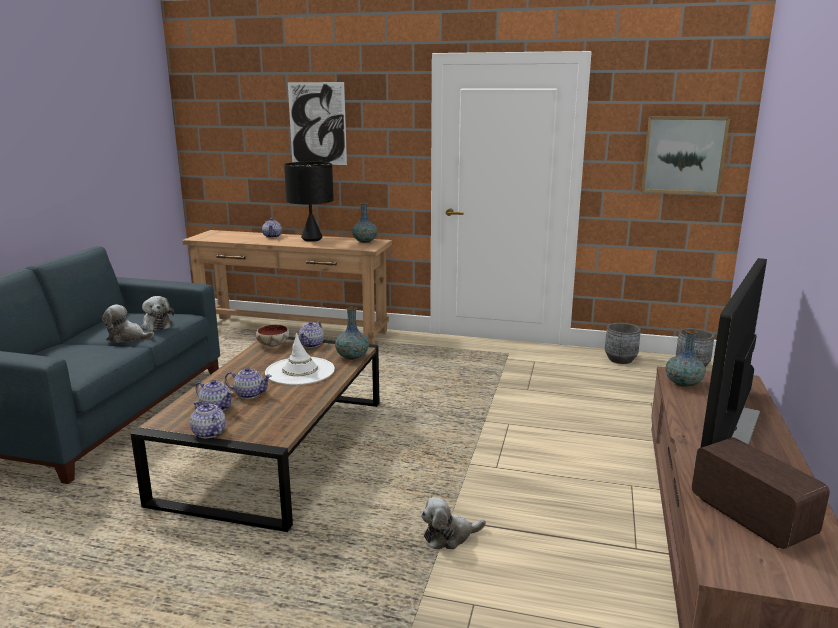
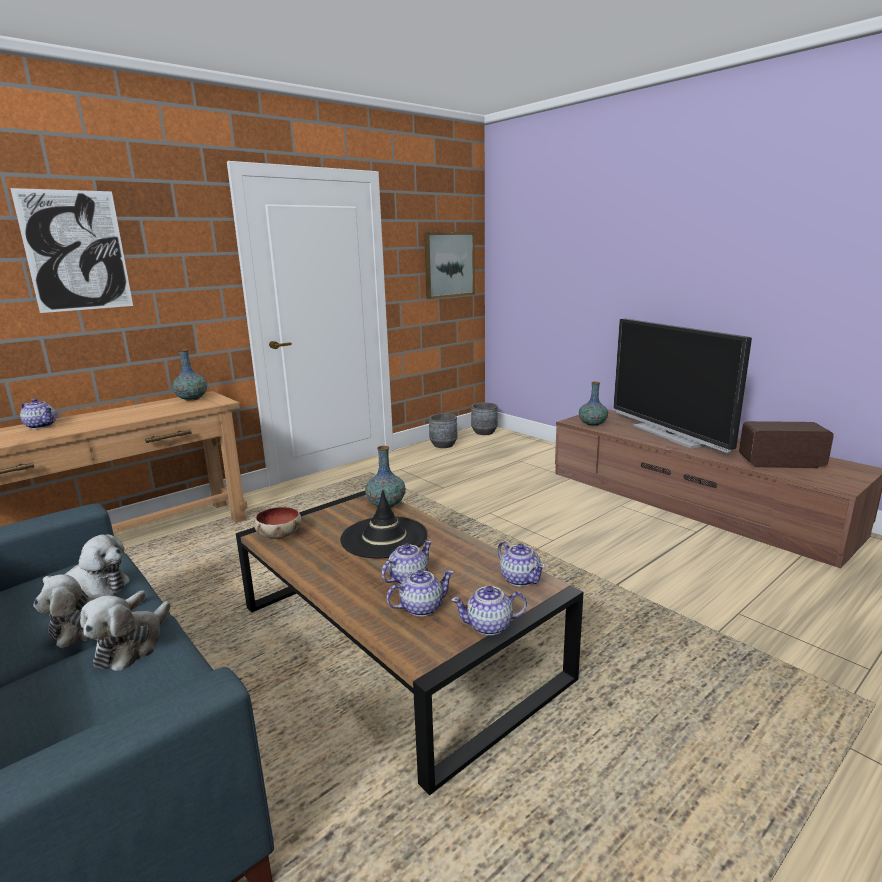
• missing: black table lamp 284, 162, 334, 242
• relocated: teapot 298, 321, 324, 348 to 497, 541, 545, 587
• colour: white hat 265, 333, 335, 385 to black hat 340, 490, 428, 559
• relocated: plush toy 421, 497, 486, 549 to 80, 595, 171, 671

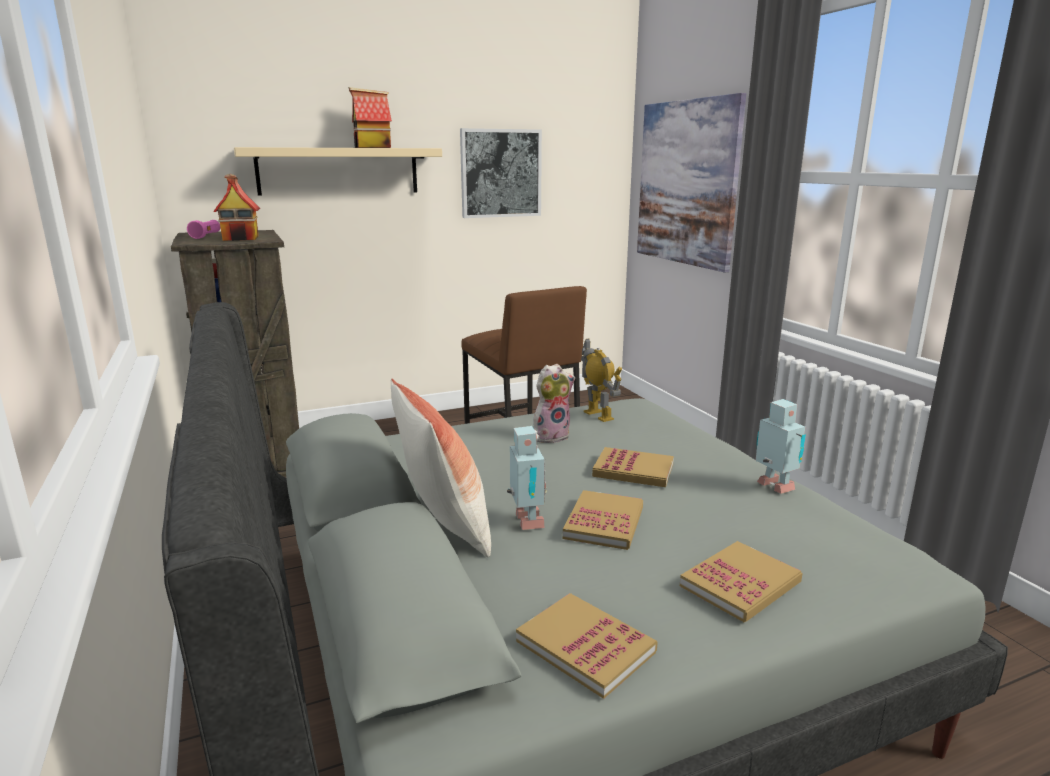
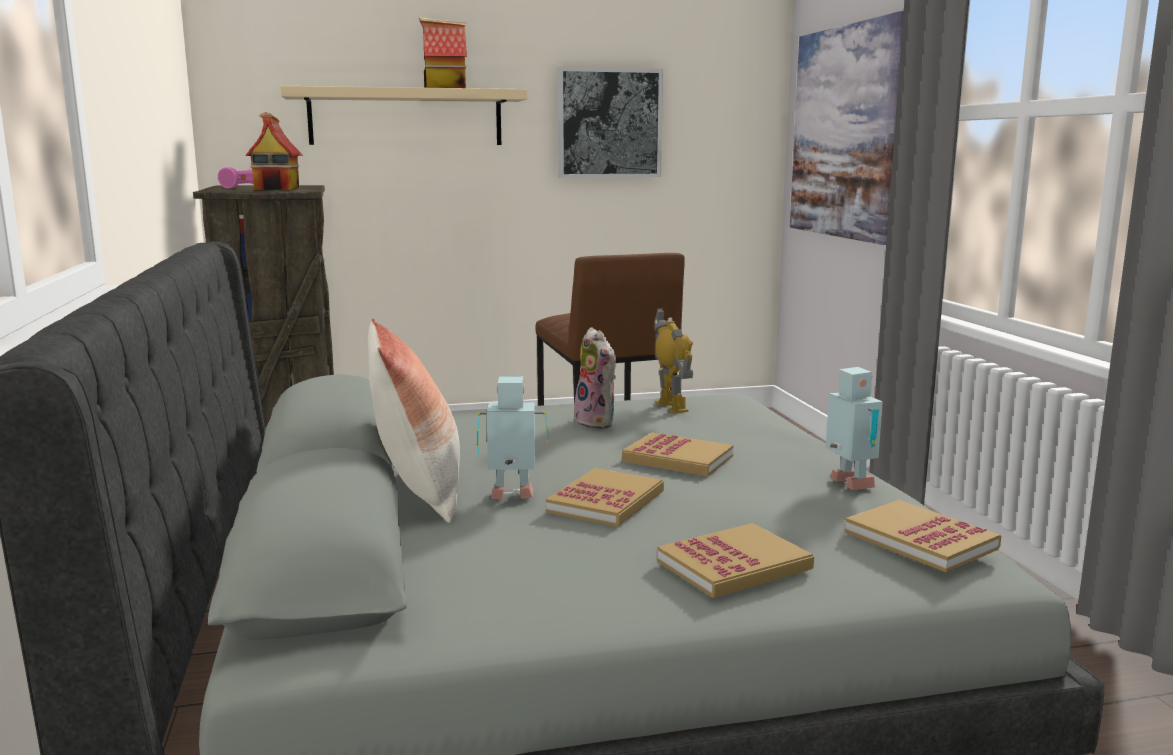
• spun: plush toy 533, 364, 575, 443 = 574, 327, 616, 429 75 degrees clockwise
• spun: toy robot 507, 426, 547, 530 = 477, 376, 548, 499 90 degrees counterclockwise
• relocated: book 516, 593, 658, 699 to 845, 500, 1001, 572

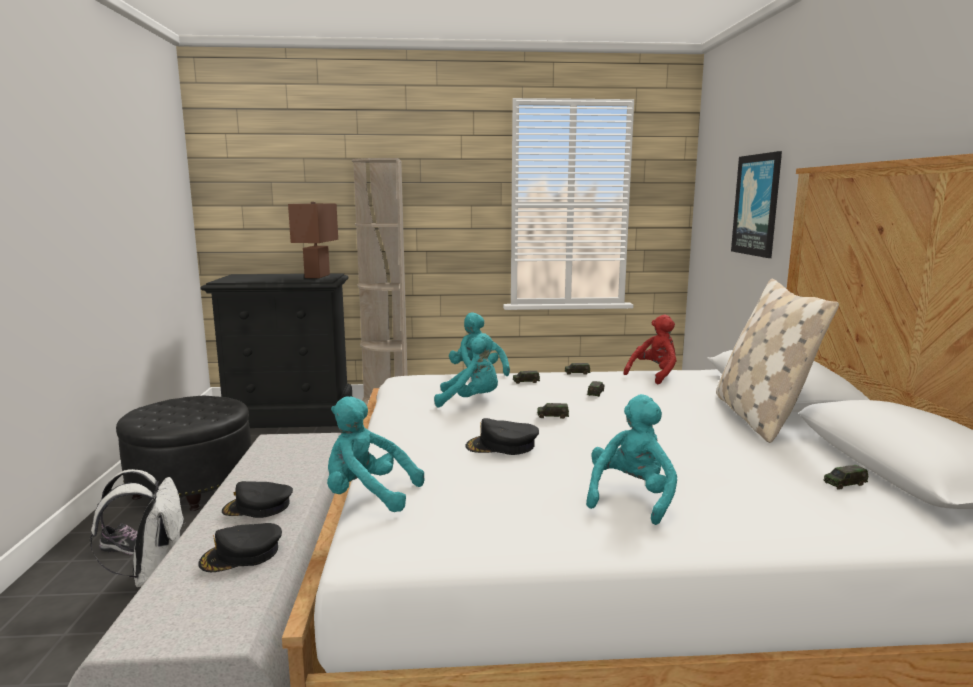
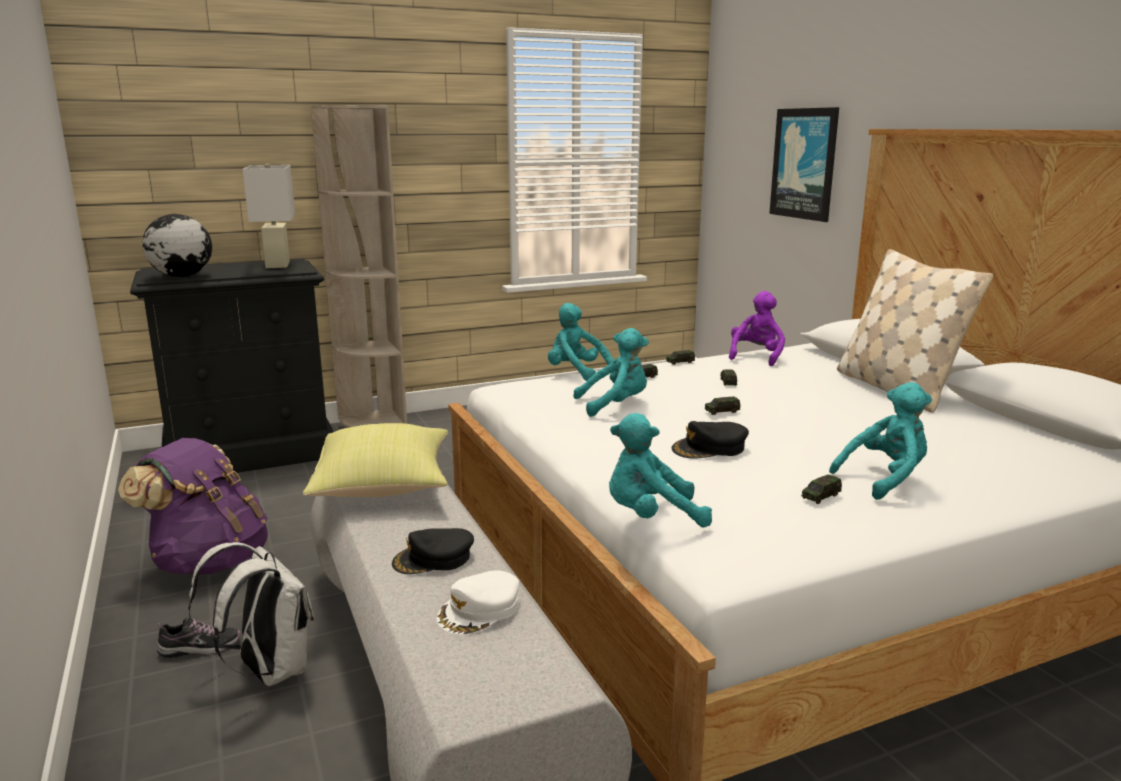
• colour: brown table lamp 288, 202, 338, 278 to white table lamp 243, 164, 295, 268
• colour: red plush toy 623, 315, 676, 384 to purple plush toy 729, 291, 785, 366
• spun: turquoise plush toy 586, 394, 677, 525 = 829, 382, 932, 500 60 degrees clockwise
• exchanged: black ottoman 116, 396, 251, 511 to purple backpack 118, 438, 268, 574
• relocated: toy car 823, 465, 868, 490 to 801, 474, 842, 504
• colour: black cap 198, 523, 282, 572 to white cap 436, 570, 519, 635
• appeared: globe 142, 214, 212, 277
• appeared: yellow pillow 303, 423, 448, 497

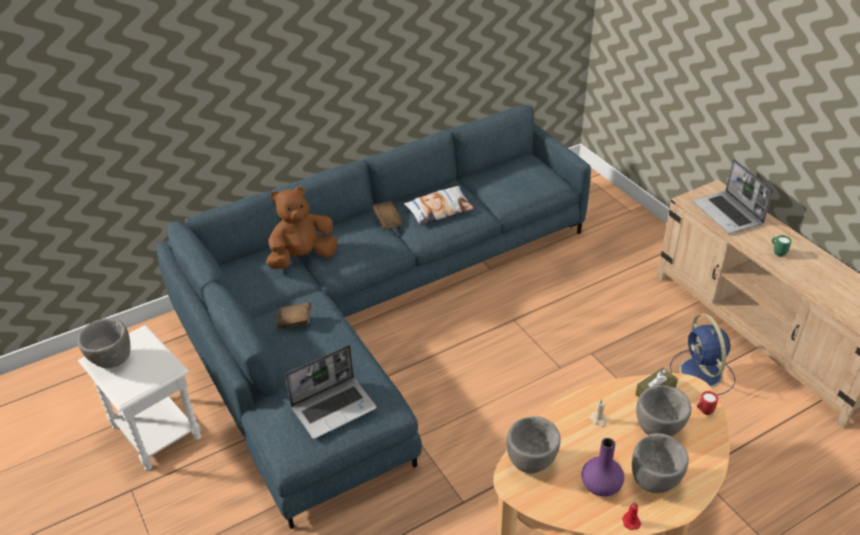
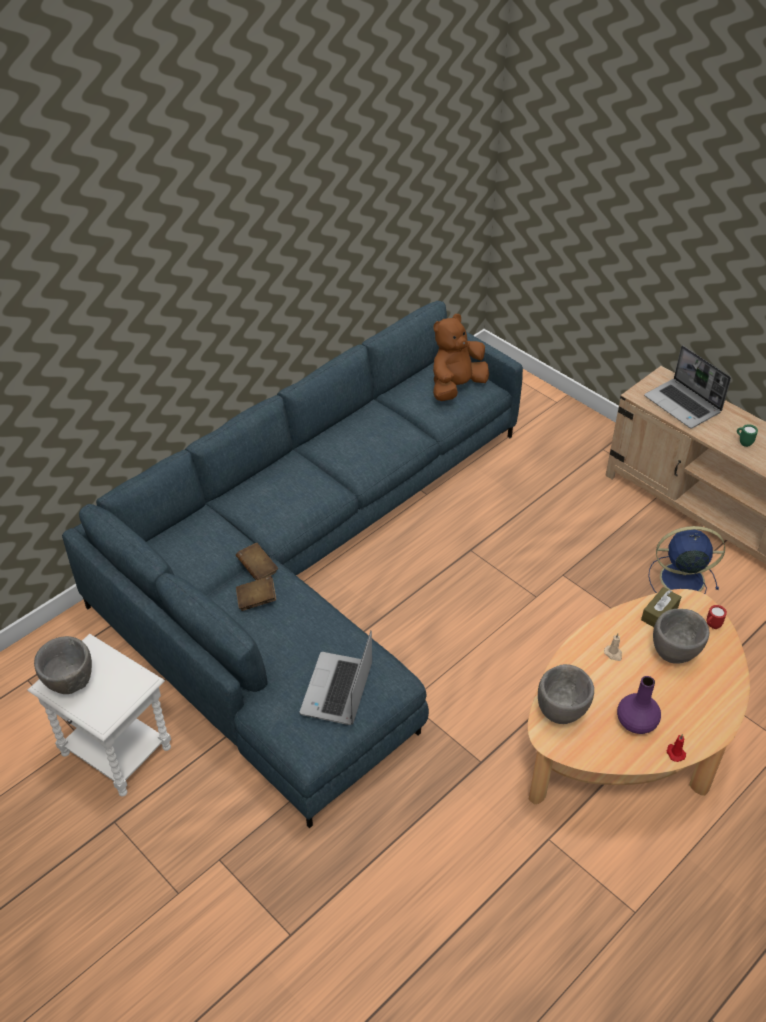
• relocated: brown plush toy 266, 186, 338, 269 to 433, 314, 489, 401
• missing: pillow 404, 186, 474, 225
• relocated: brown book 372, 201, 403, 229 to 235, 543, 278, 580
• spun: blue fan 670, 313, 735, 395 = 648, 526, 725, 594 120 degrees clockwise
• spun: laptop 285, 345, 377, 439 = 300, 631, 372, 725 150 degrees clockwise
• missing: grey bowl 632, 433, 689, 493

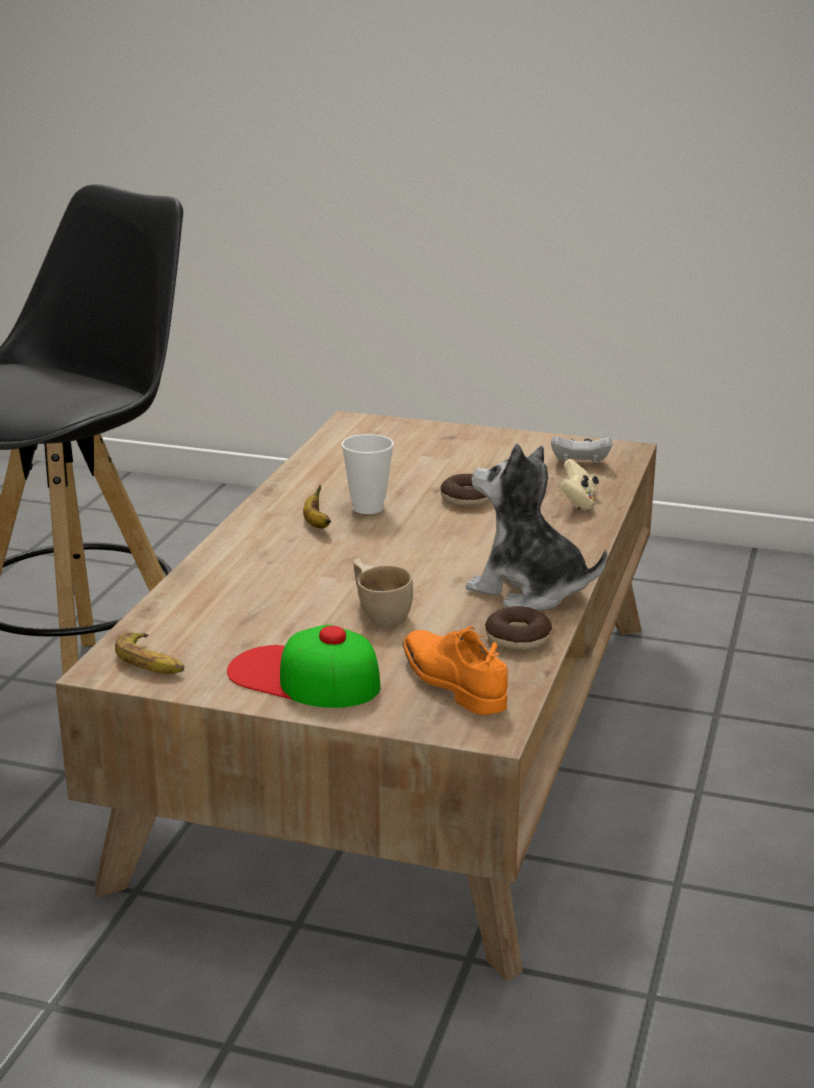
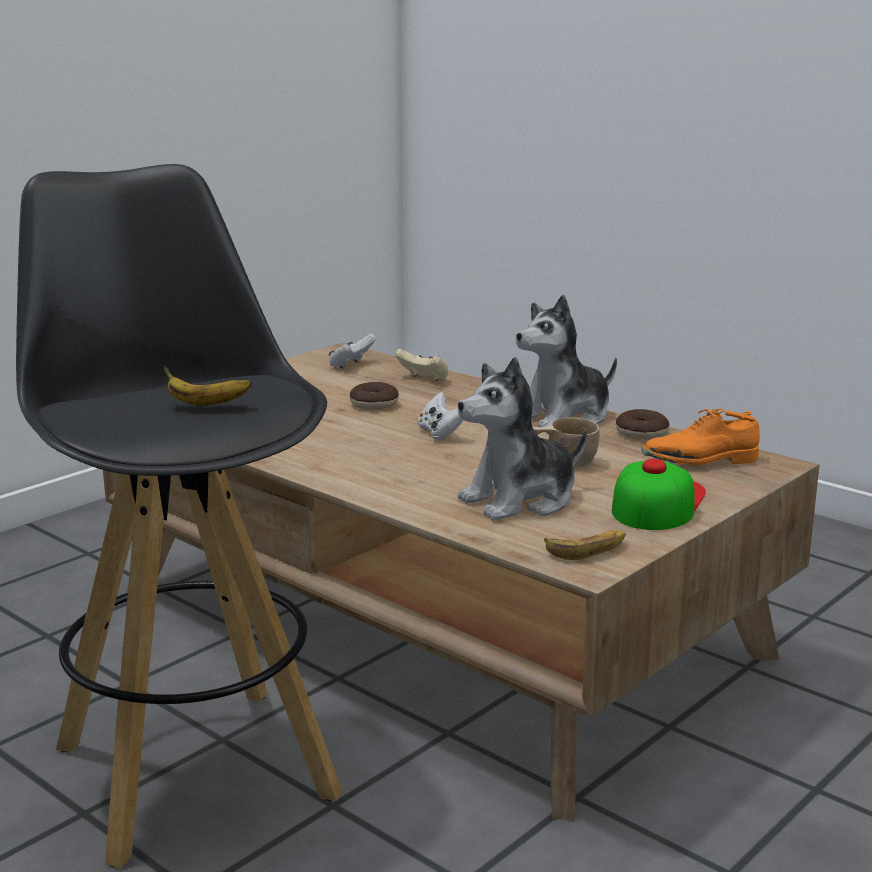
• missing: cup 341, 434, 394, 514
• relocated: banana 303, 485, 331, 529 to 163, 366, 252, 405
• spun: cap 227, 625, 381, 708 = 612, 459, 706, 530 150 degrees clockwise
• appeared: plush toy 458, 357, 587, 521
• appeared: white game controller 418, 392, 464, 440

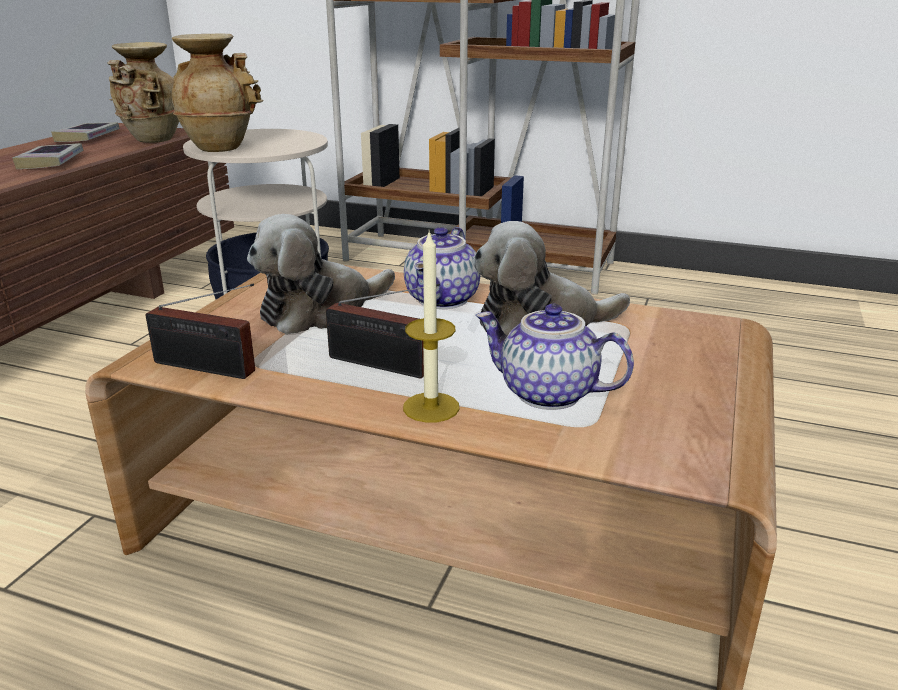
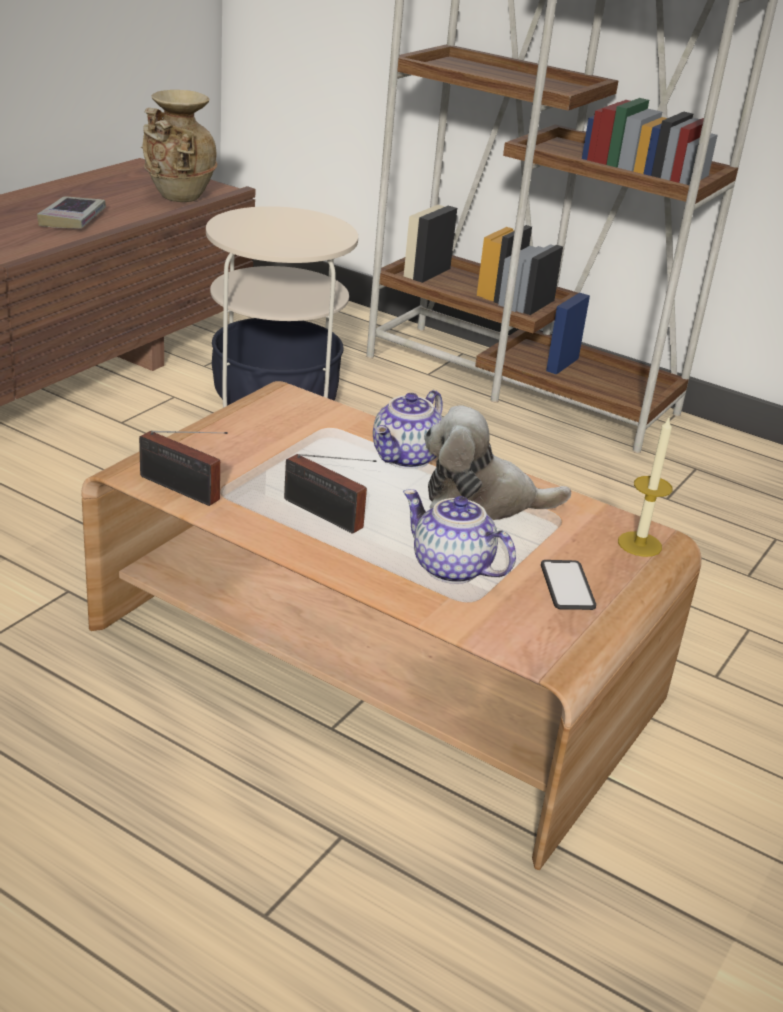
• missing: beige vase 172, 33, 263, 152
• missing: book 51, 122, 120, 142
• missing: plush toy 247, 214, 395, 335
• relocated: candle 403, 231, 459, 423 to 618, 418, 673, 557
• appeared: phone 541, 560, 596, 610

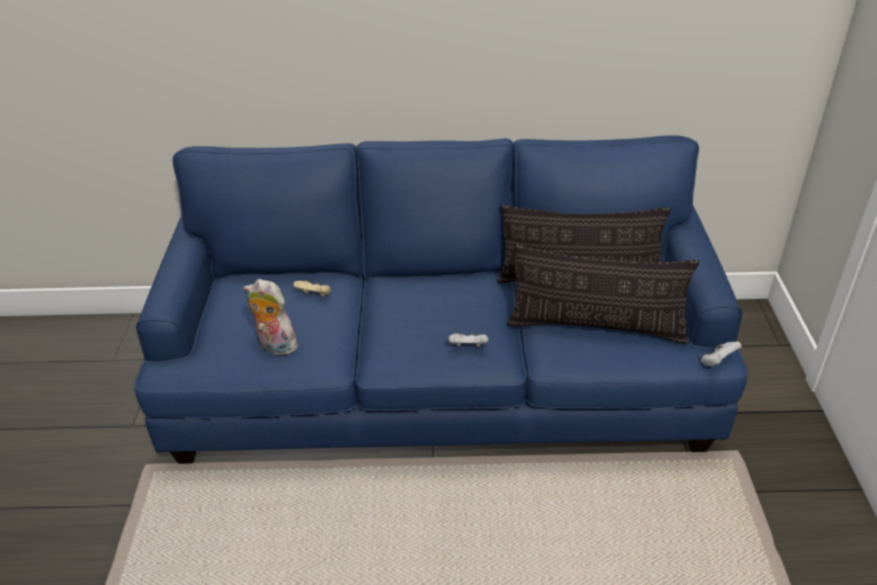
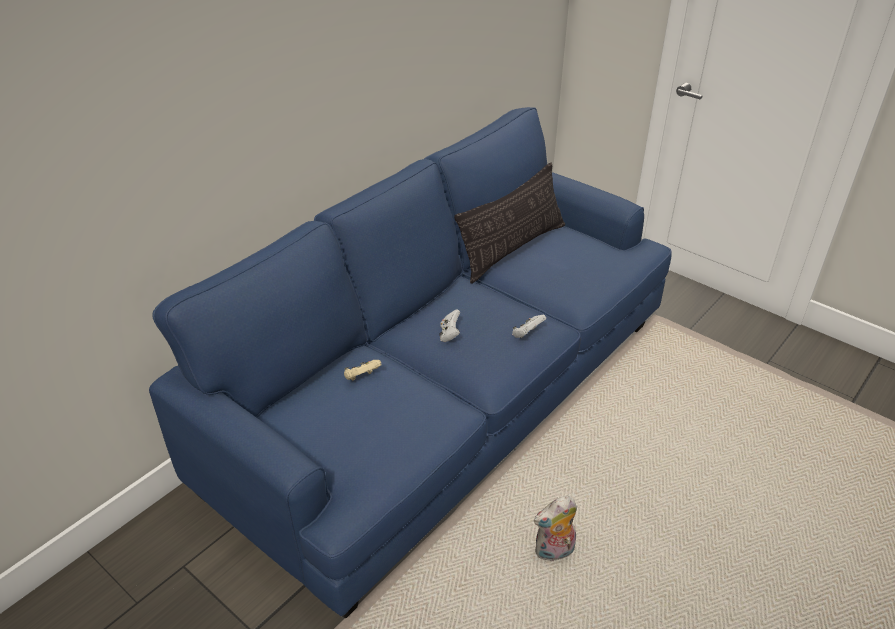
• missing: pillow 507, 244, 699, 344
• relocated: plush toy 243, 279, 298, 356 to 534, 496, 577, 561
• relocated: white game controller 701, 342, 741, 367 to 439, 310, 460, 342

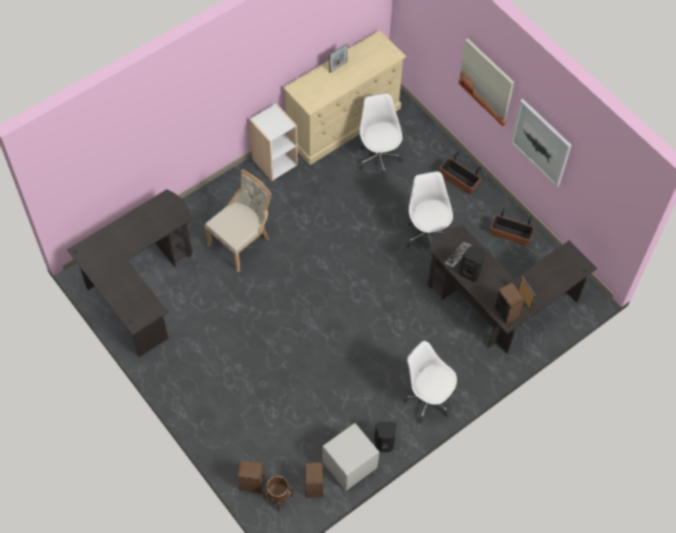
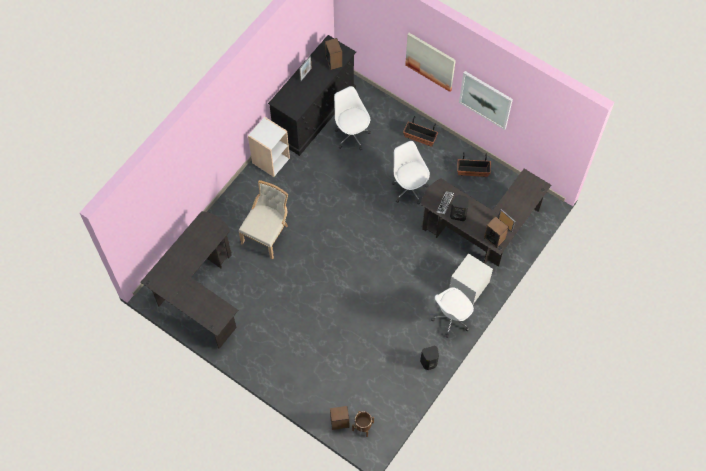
• colour: beige dresser 283, 30, 406, 165 to black dresser 268, 35, 356, 156
• spun: white office chair 403, 341, 457, 424 = 431, 287, 474, 338 60 degrees counterclockwise
• relocated: white nightstand 322, 423, 379, 491 to 449, 253, 493, 304
• relocated: speaker 305, 462, 323, 498 to 325, 38, 342, 70

